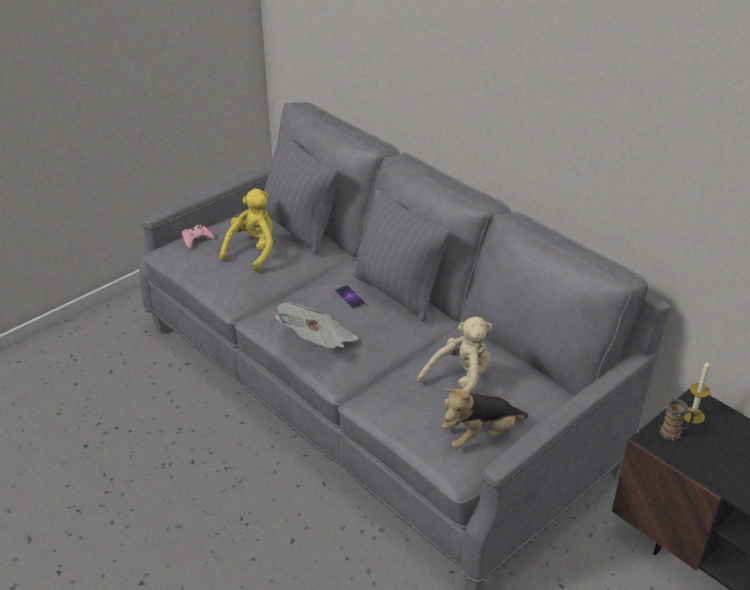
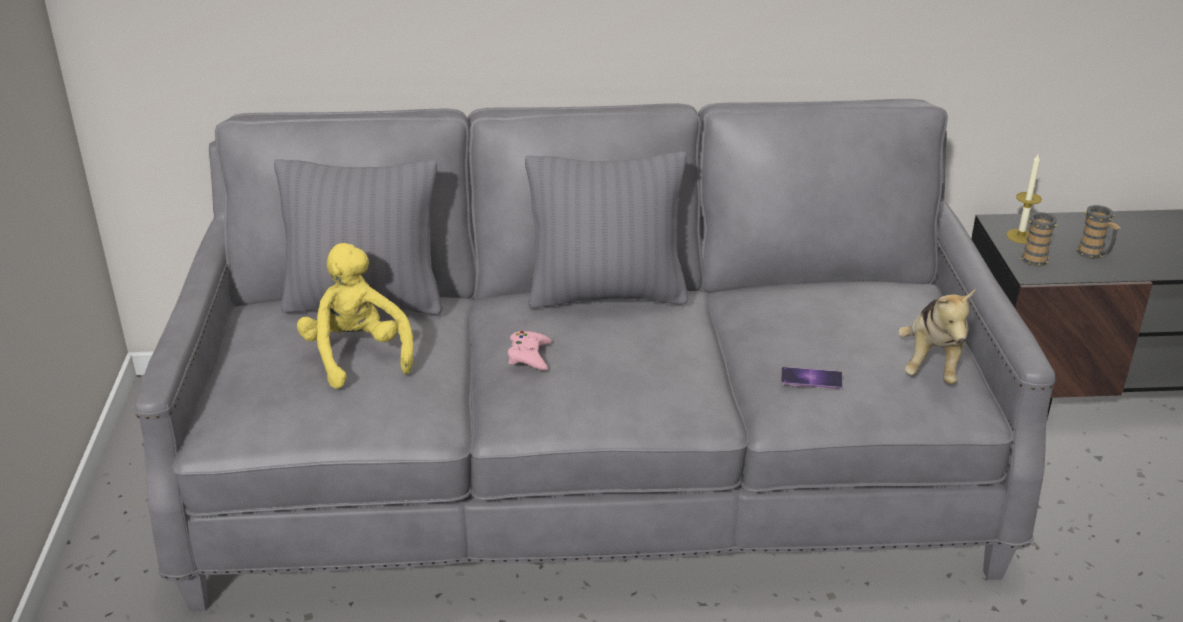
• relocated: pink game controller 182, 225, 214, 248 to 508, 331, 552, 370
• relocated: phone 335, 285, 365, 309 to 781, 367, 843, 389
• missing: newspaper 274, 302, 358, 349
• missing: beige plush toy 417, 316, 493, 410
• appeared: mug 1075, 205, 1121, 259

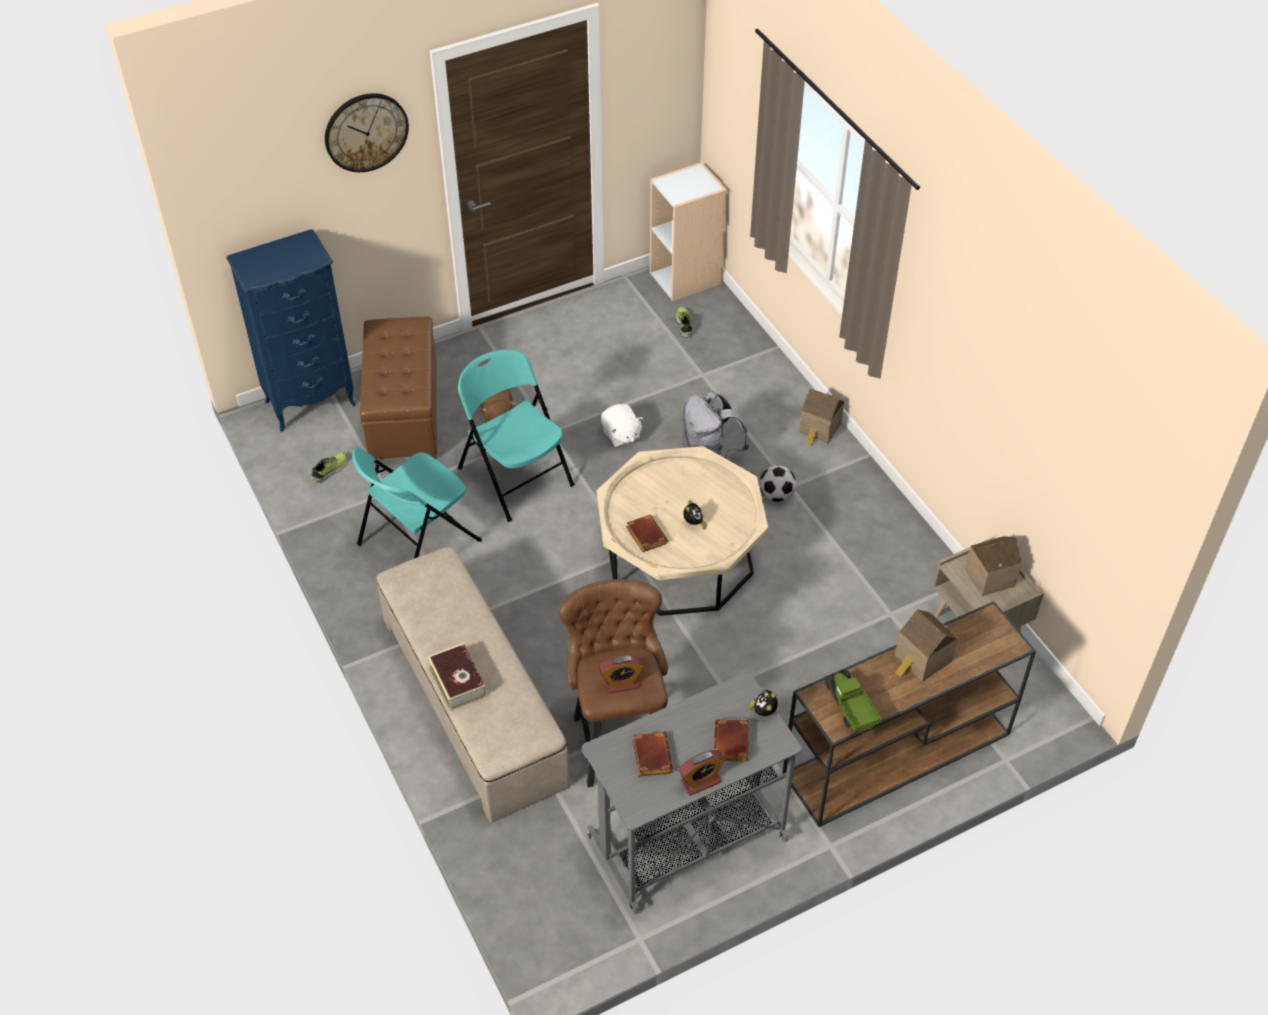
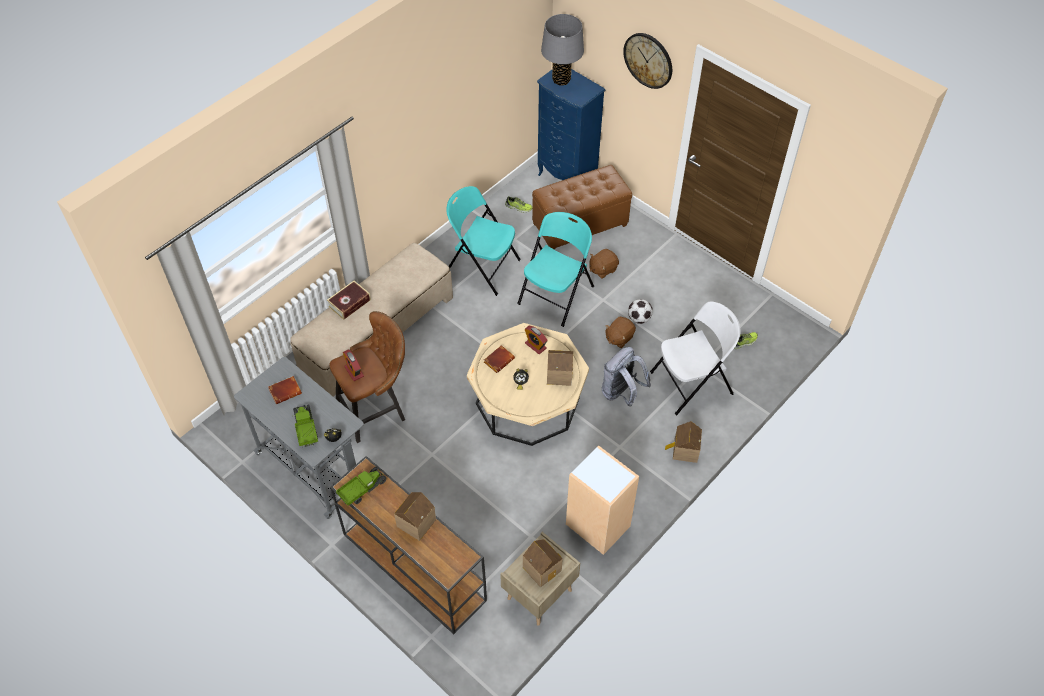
• relocated: bookcase 650, 162, 727, 301 to 566, 445, 639, 555
• colour: white plush toy 601, 404, 643, 447 to brown plush toy 605, 317, 636, 348
• relocated: football 760, 465, 796, 502 to 628, 299, 653, 324
• exchanged: brown book 714, 719, 749, 761 to toy truck 293, 405, 318, 448
• relocated: alarm clock 679, 750, 725, 796 to 525, 326, 548, 354
• appeared: grey table lamp 541, 14, 584, 86
• appeared: white chair 650, 301, 740, 416
• appeared: toy house 547, 350, 573, 386

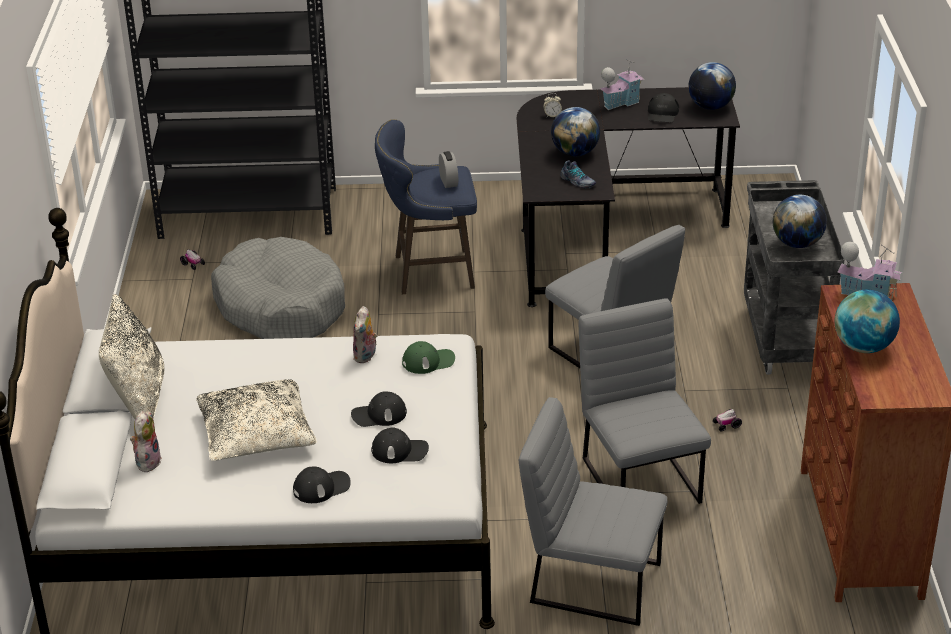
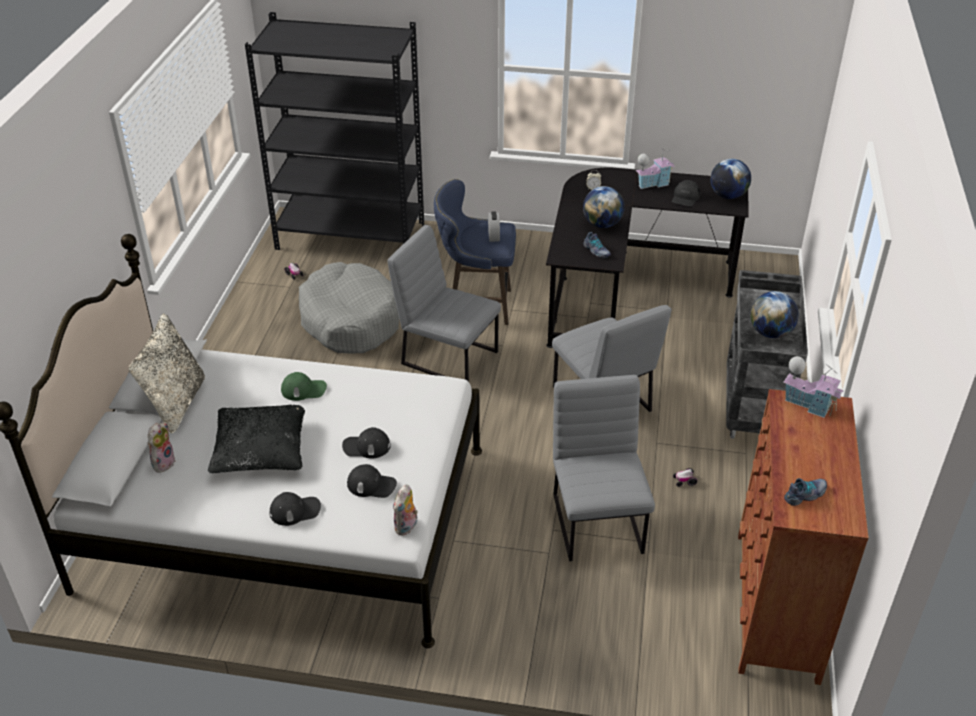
• missing: globe 834, 289, 900, 353
• relocated: plush toy 353, 306, 378, 363 to 393, 484, 418, 536
• relocated: green cap 402, 341, 455, 374 to 281, 372, 327, 401
• colour: beige pillow 196, 379, 317, 461 to black pillow 208, 405, 305, 473
• relocated: grey chair 519, 397, 667, 626 to 388, 225, 501, 382
• appeared: shoe 784, 478, 827, 506

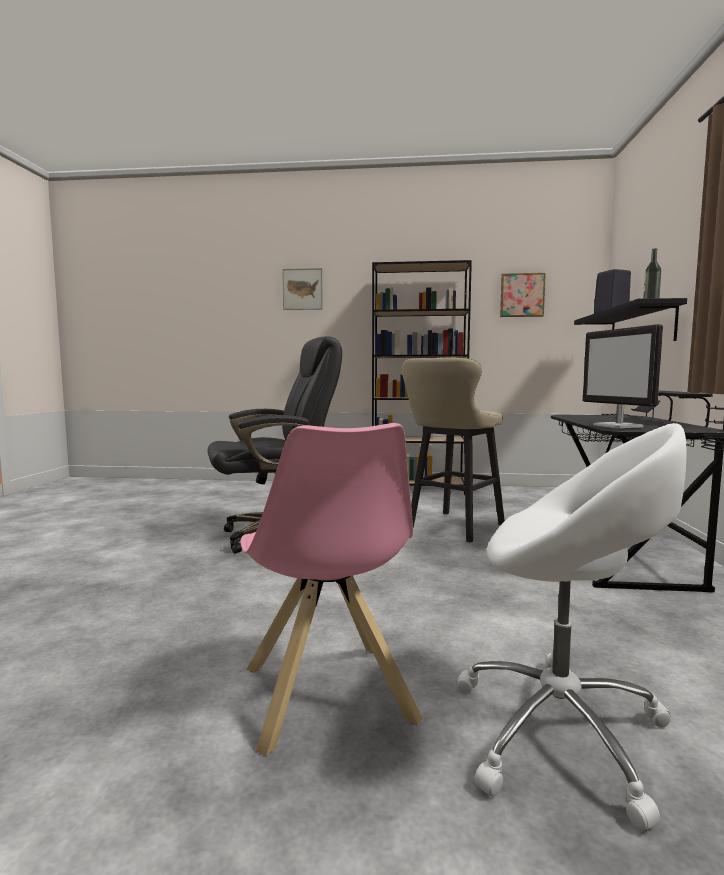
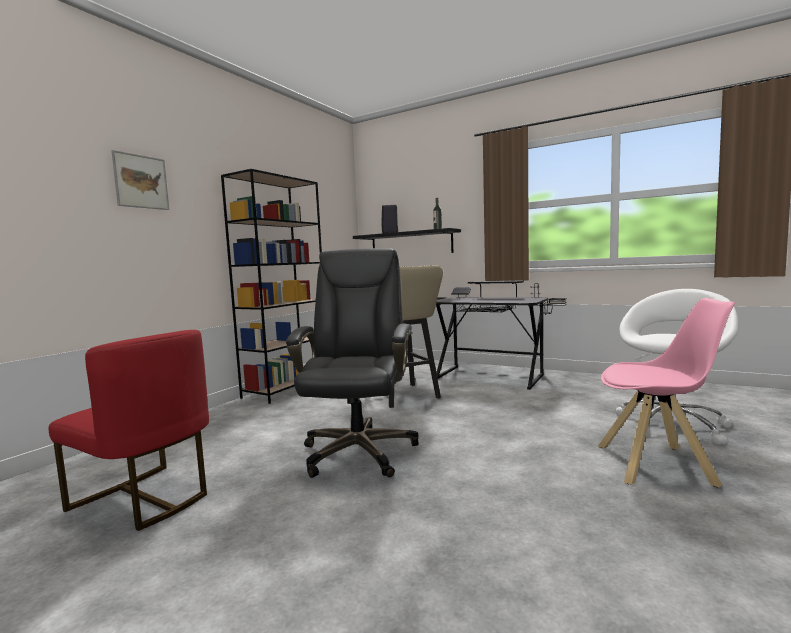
• missing: picture 500, 273, 546, 317
• missing: monitor 583, 324, 663, 429
• appeared: red chair 49, 330, 209, 531

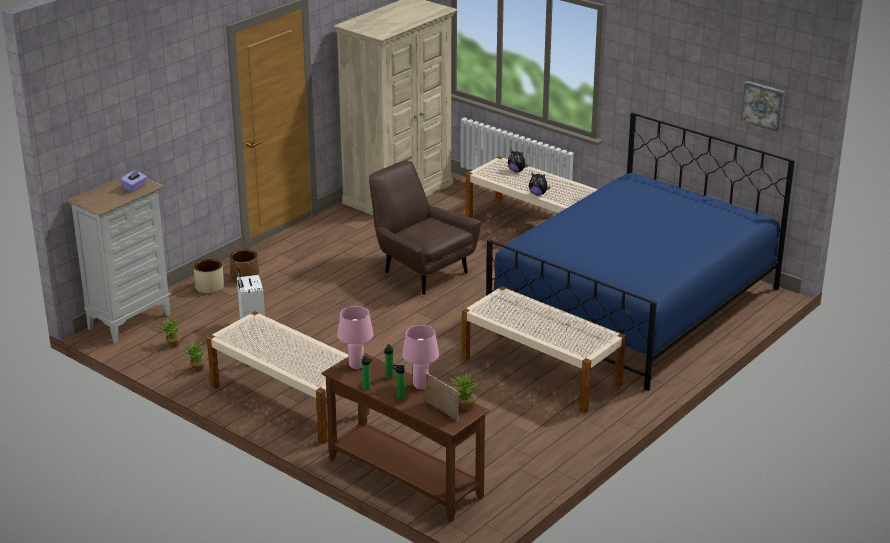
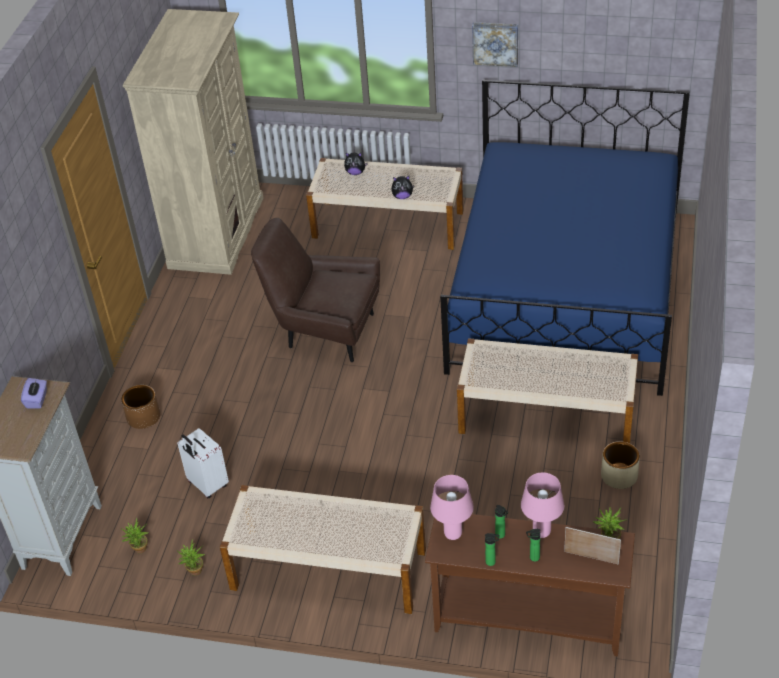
• relocated: picture 741, 81, 785, 132 to 472, 22, 518, 67
• relocated: beige planter 194, 259, 224, 294 to 601, 441, 640, 489

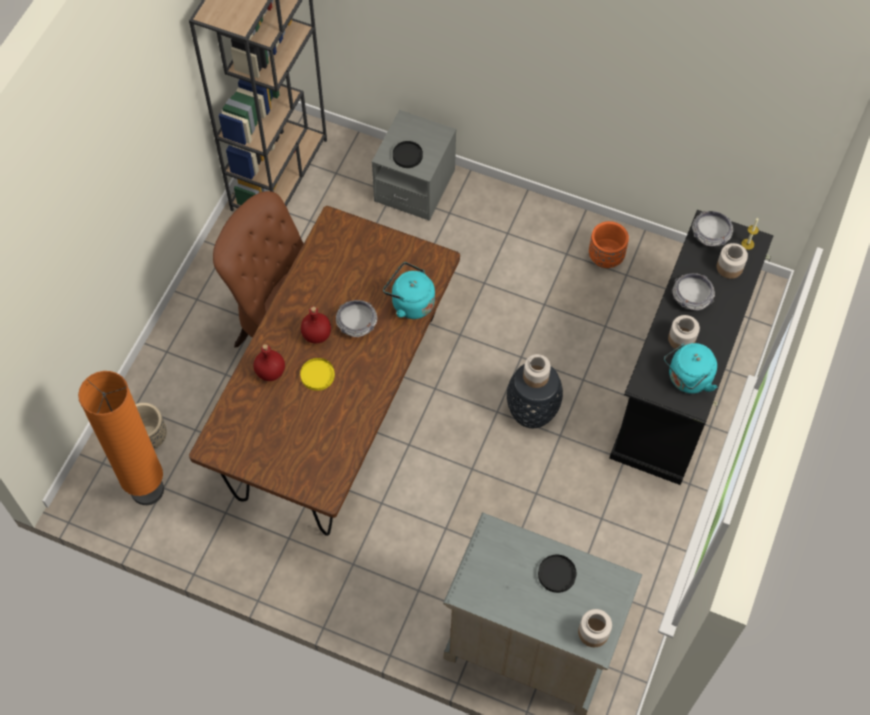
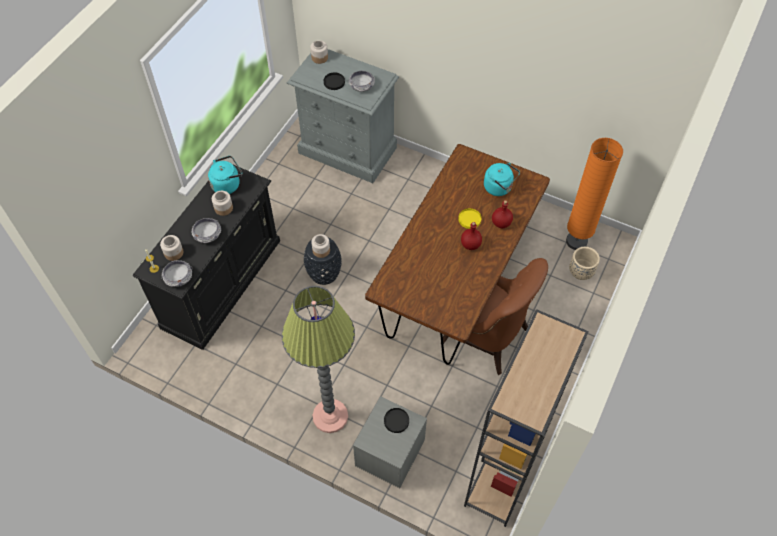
• missing: orange planter 589, 221, 629, 268
• relocated: turquoise kettle 383, 262, 435, 319 to 484, 163, 520, 196
• relocated: bowl 336, 300, 377, 337 to 349, 71, 375, 92
• appeared: floor lamp 282, 286, 355, 433

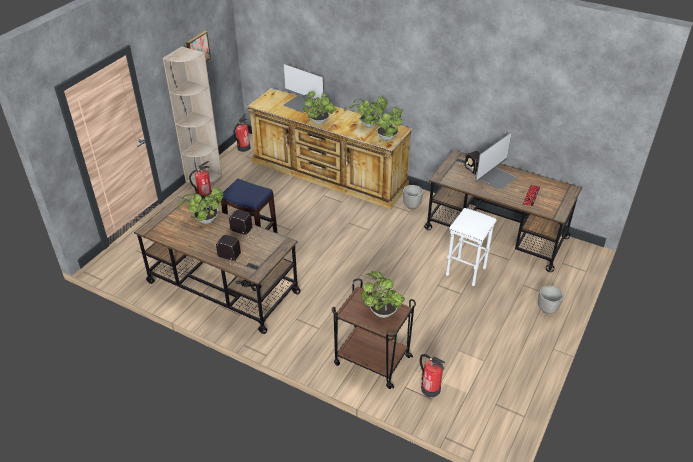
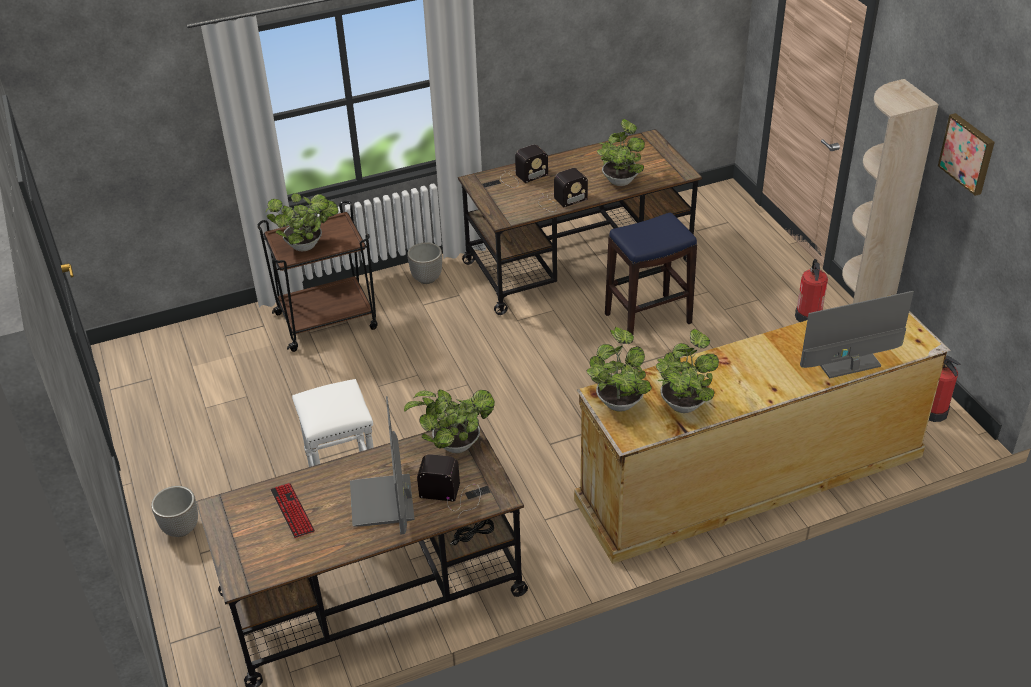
• relocated: potted plant 303, 91, 336, 125 to 404, 390, 495, 453
• relocated: planter 403, 185, 423, 209 to 407, 242, 442, 284
• missing: fire extinguisher 420, 354, 445, 397

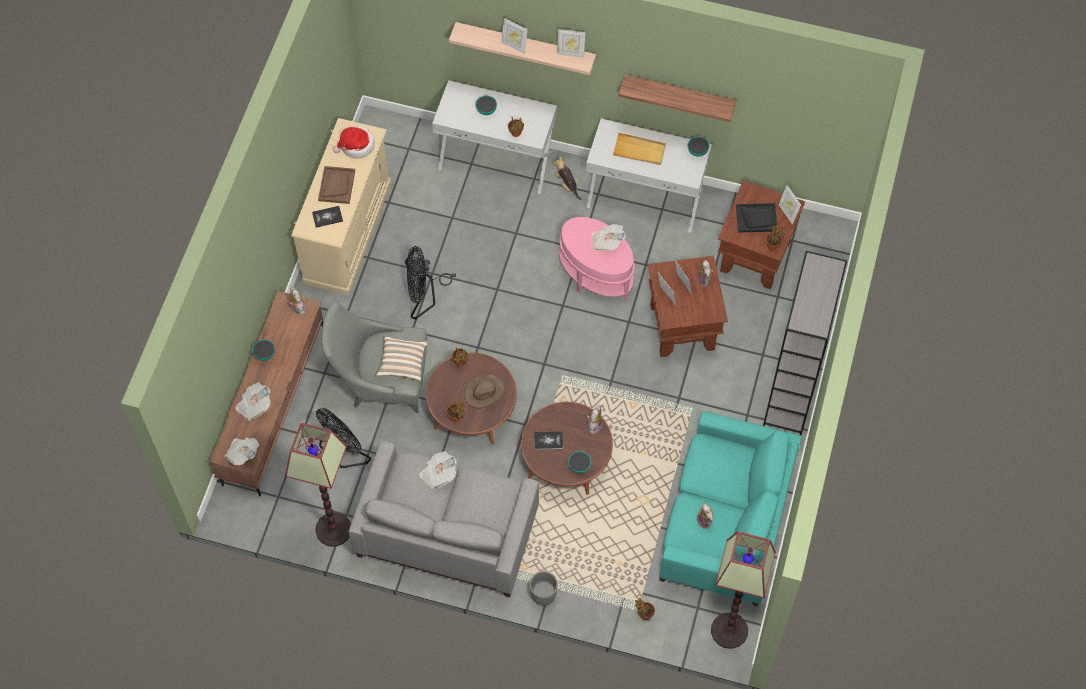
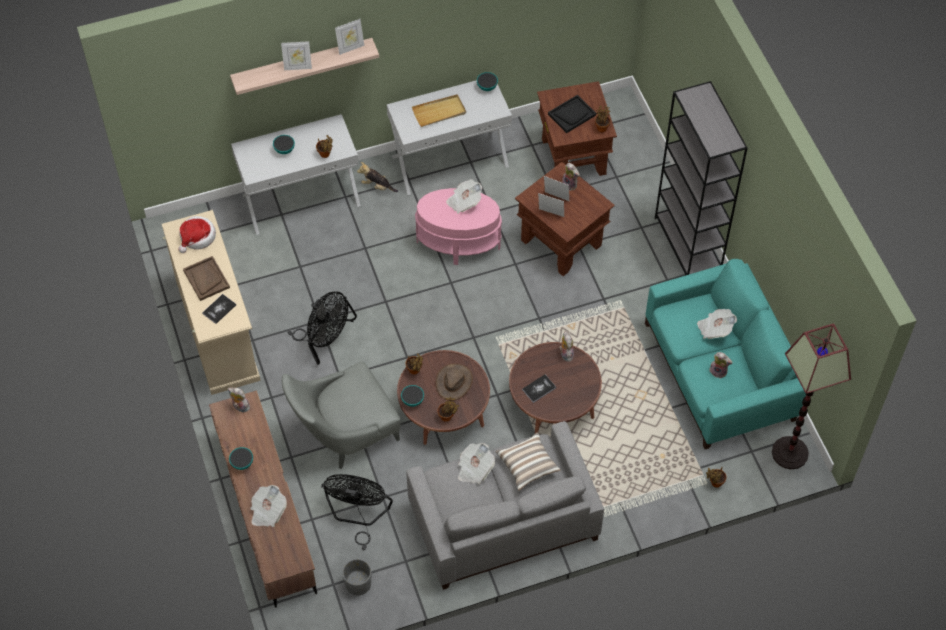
• missing: shelf 619, 75, 736, 122
• missing: picture frame 779, 185, 801, 225
• spun: black fan 405, 246, 456, 320 = 287, 292, 357, 365 105 degrees counterclockwise
• relocated: pillow 376, 335, 428, 381 to 495, 432, 560, 491
• missing: floor lamp 285, 423, 351, 547
• relocated: newspaper 225, 437, 259, 465 to 697, 309, 737, 339
• relocated: bowl 568, 451, 591, 473 to 401, 385, 424, 407
• relocated: grey planter 530, 571, 558, 606 to 342, 559, 371, 595

